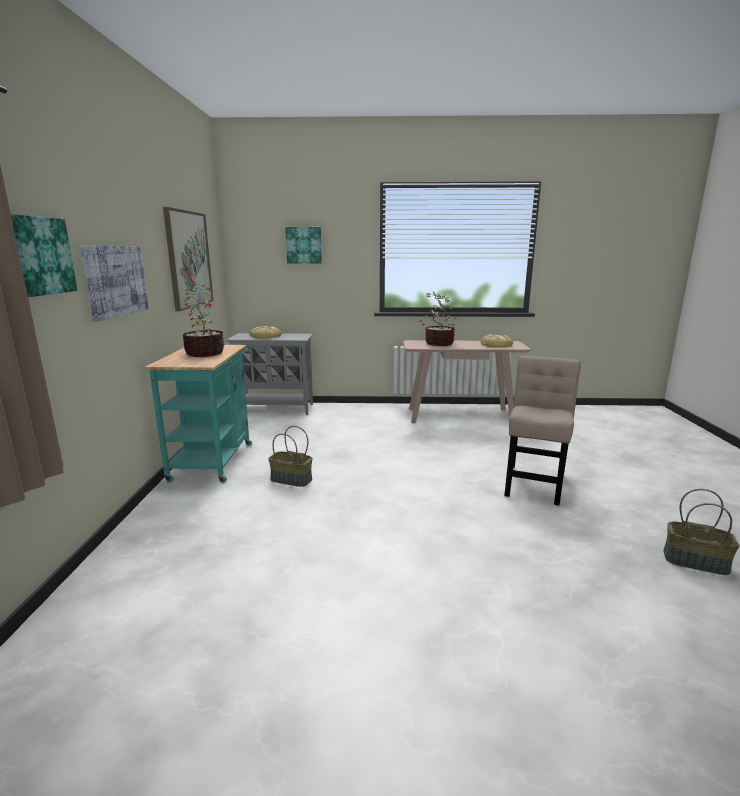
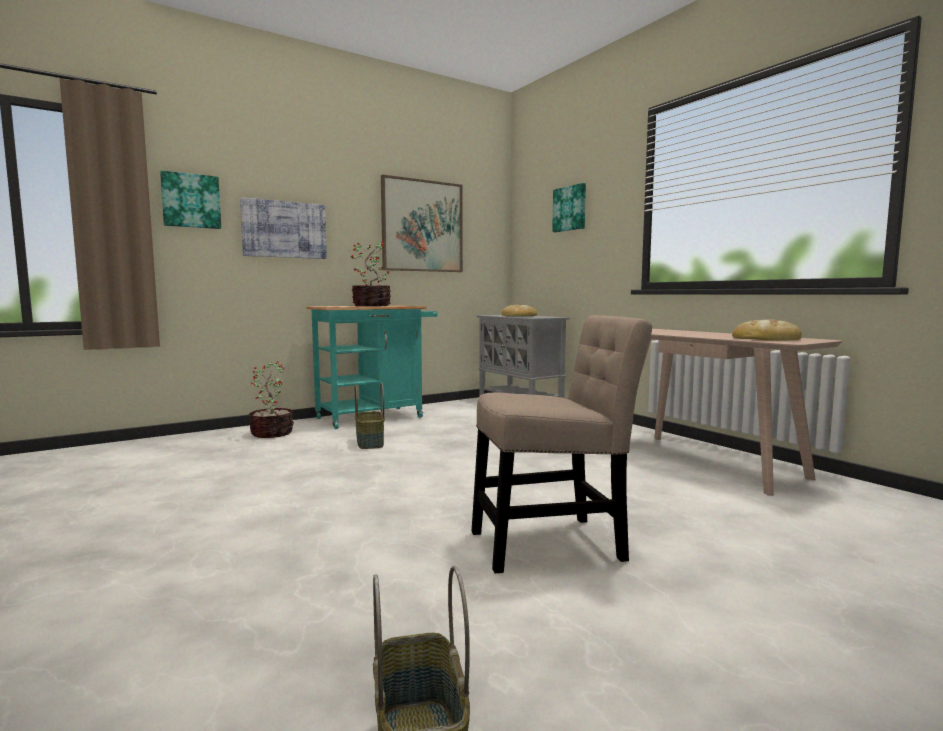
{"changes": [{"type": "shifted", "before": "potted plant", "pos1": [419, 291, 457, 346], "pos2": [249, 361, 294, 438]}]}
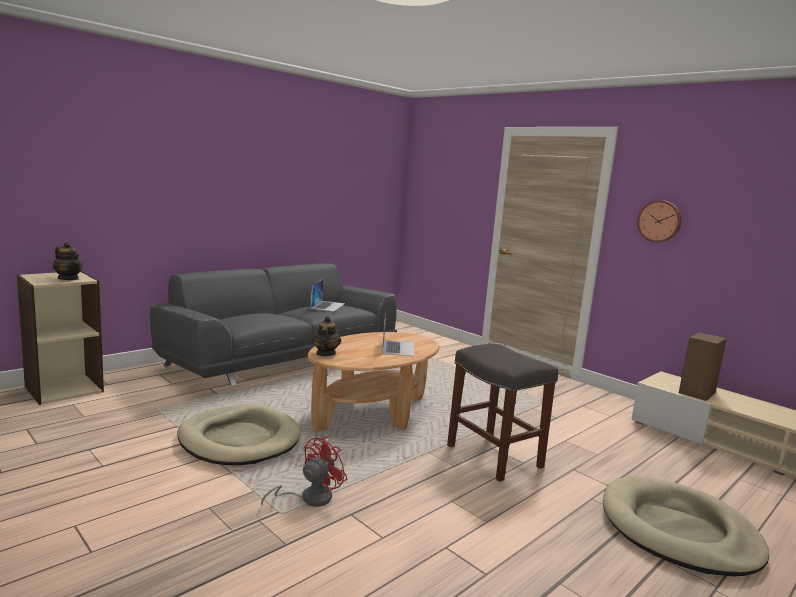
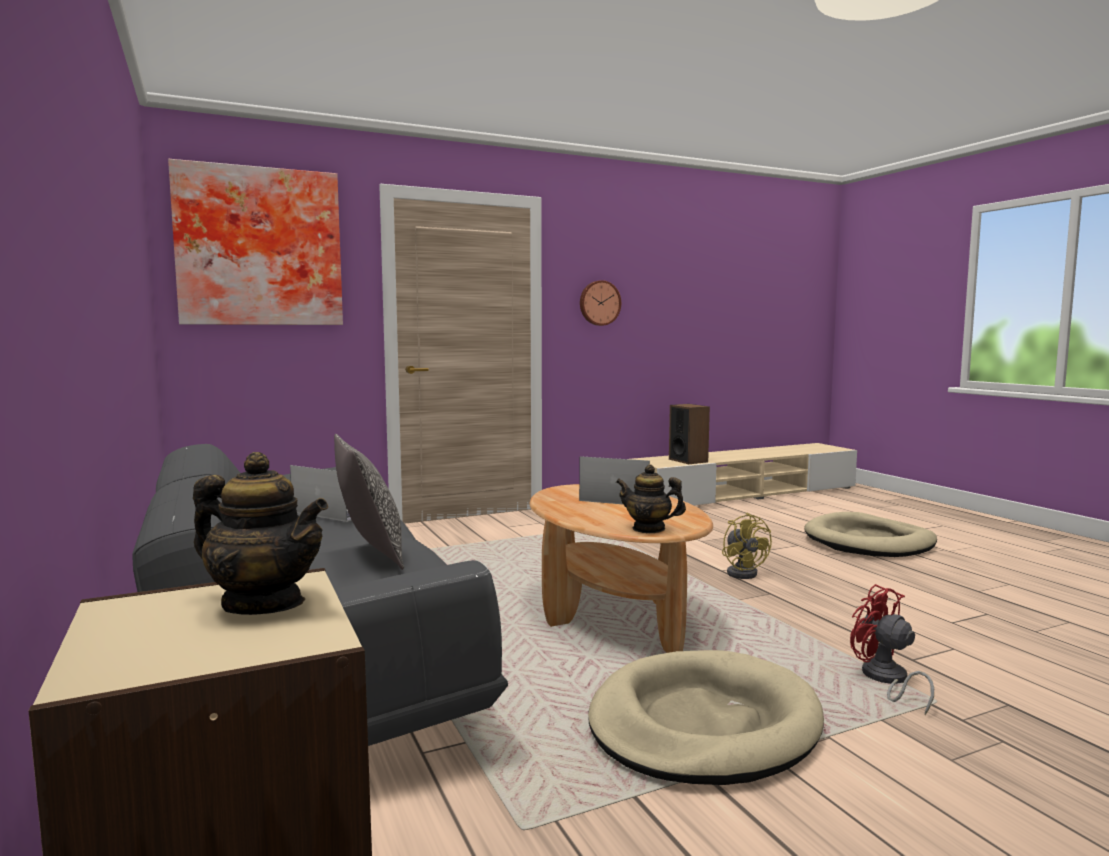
{"changes": [{"type": "rotated", "before": "teapot", "pos1": [53, 242, 83, 280], "pos2": [193, 452, 328, 615], "turn": 60}, {"type": "swapped", "before": "grey stool", "after": "yellow fan", "pos1": [447, 344, 558, 482], "pos2": [722, 513, 772, 579]}, {"type": "new", "after": "picture", "pos2": [168, 159, 343, 325]}, {"type": "new", "after": "pillow", "pos2": [334, 434, 404, 570]}]}
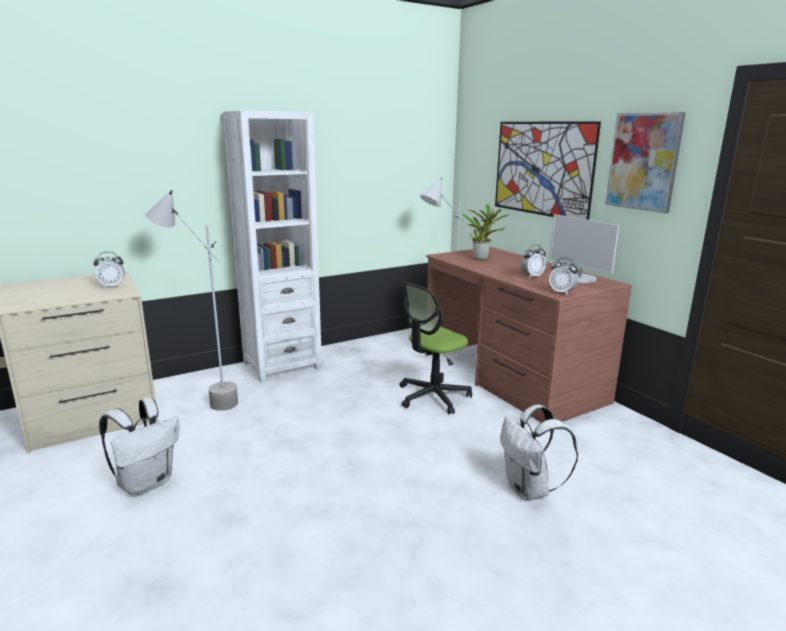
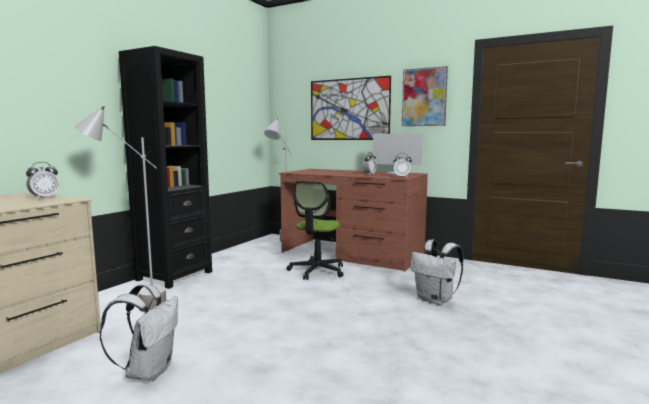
{"changes": [{"type": "repainted", "before": "white bookcase", "after": "black bookcase", "pos1": [223, 110, 322, 382], "pos2": [119, 46, 212, 289]}, {"type": "gone", "before": "potted plant", "pos1": [462, 204, 510, 260]}]}
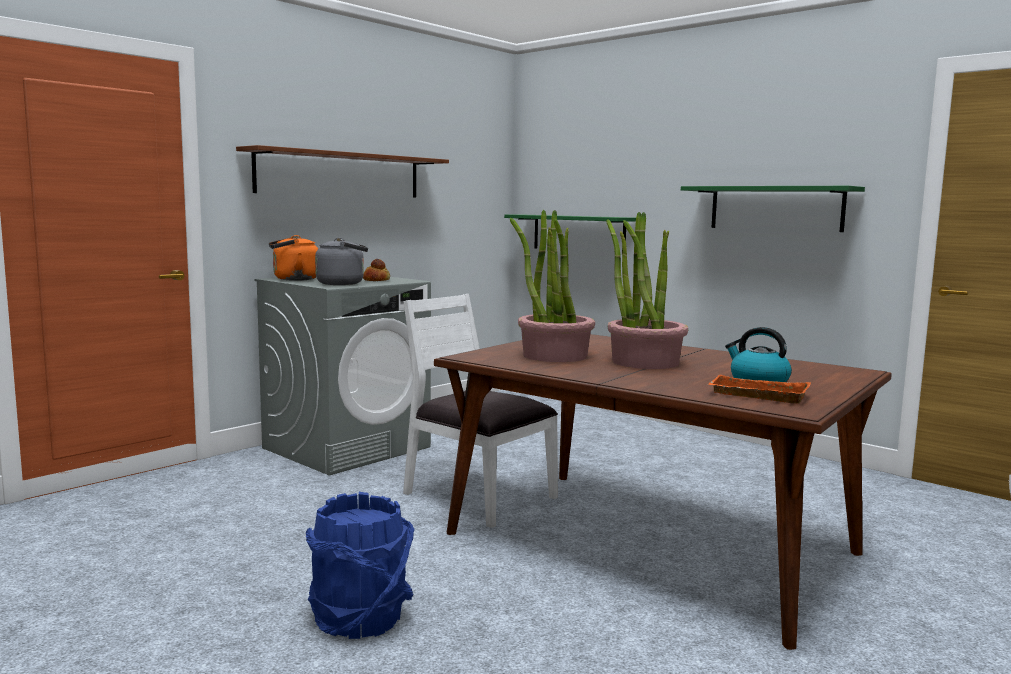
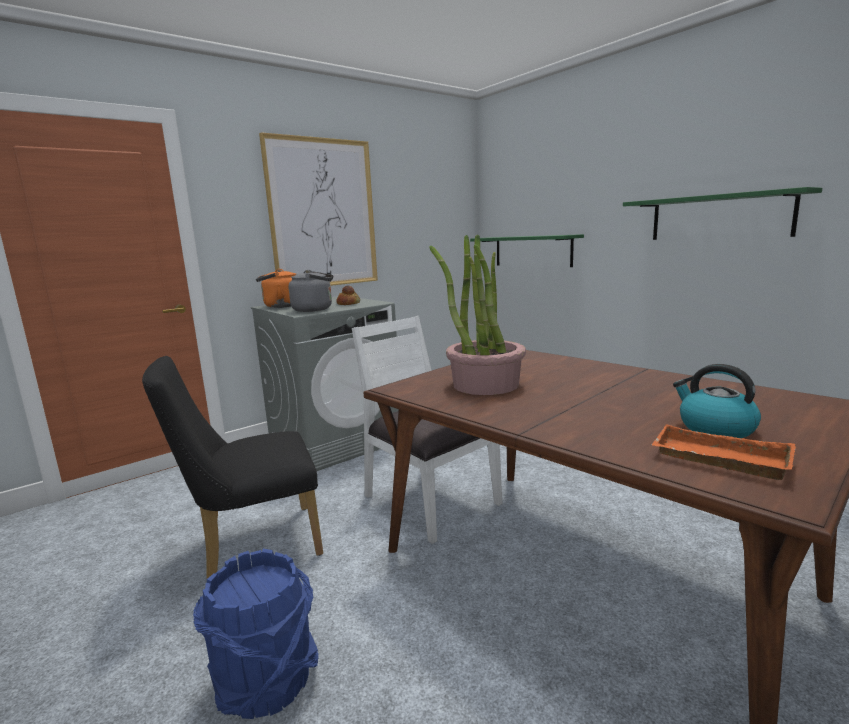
{"changes": [{"type": "swapped", "before": "brown shelf", "after": "picture", "pos1": [236, 145, 449, 198], "pos2": [259, 132, 378, 286]}, {"type": "gone", "before": "potted plant", "pos1": [606, 212, 688, 369]}, {"type": "new", "after": "black chair", "pos2": [142, 356, 323, 579]}]}
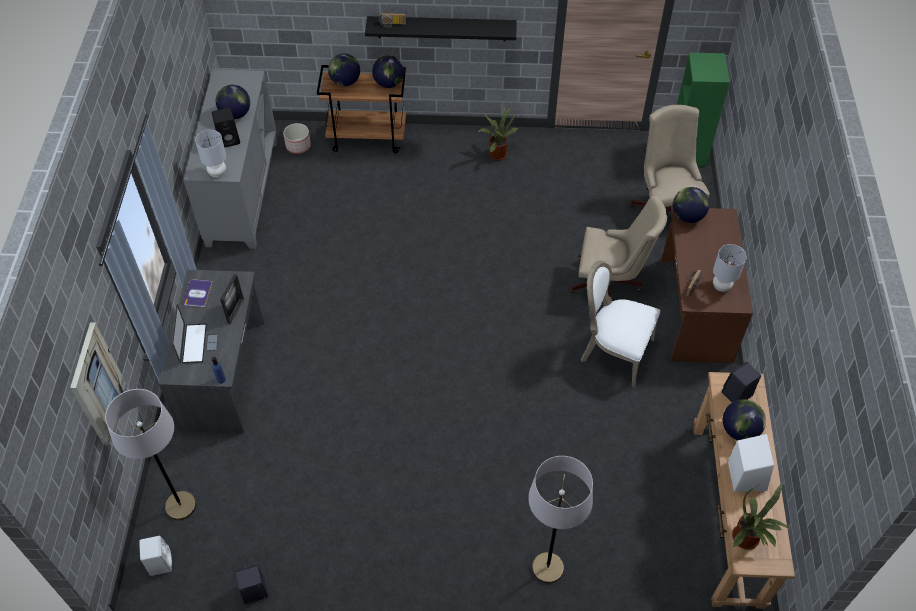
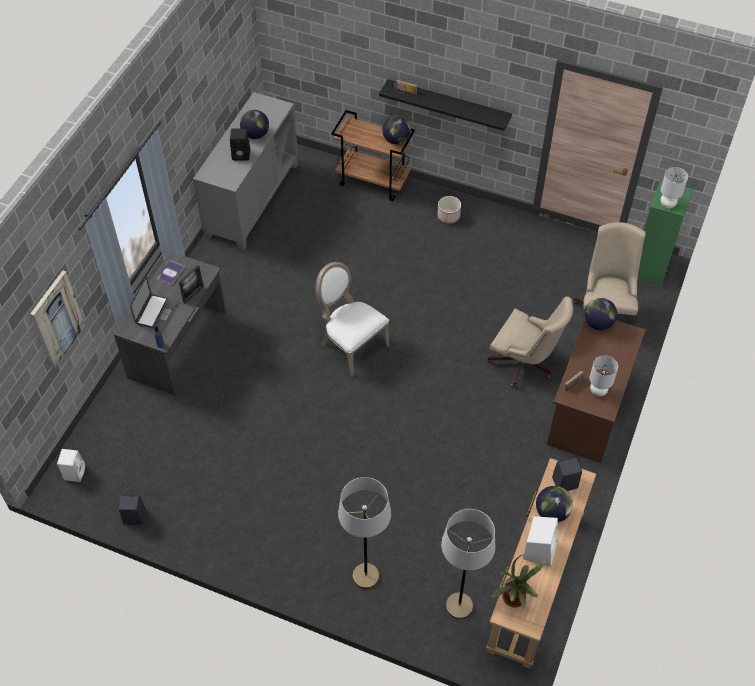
{"changes": [{"type": "shifted", "before": "grey floor lamp", "pos1": [105, 389, 196, 520], "pos2": [441, 509, 496, 619]}, {"type": "shifted", "before": "grey table lamp", "pos1": [195, 130, 226, 177], "pos2": [660, 167, 688, 208]}, {"type": "shifted", "before": "planter", "pos1": [283, 123, 311, 154], "pos2": [437, 196, 461, 224]}, {"type": "gone", "before": "globe", "pos1": [328, 54, 360, 86]}, {"type": "gone", "before": "potted plant", "pos1": [478, 106, 518, 161]}, {"type": "shifted", "before": "white chair", "pos1": [581, 261, 660, 387], "pos2": [316, 262, 390, 377]}]}
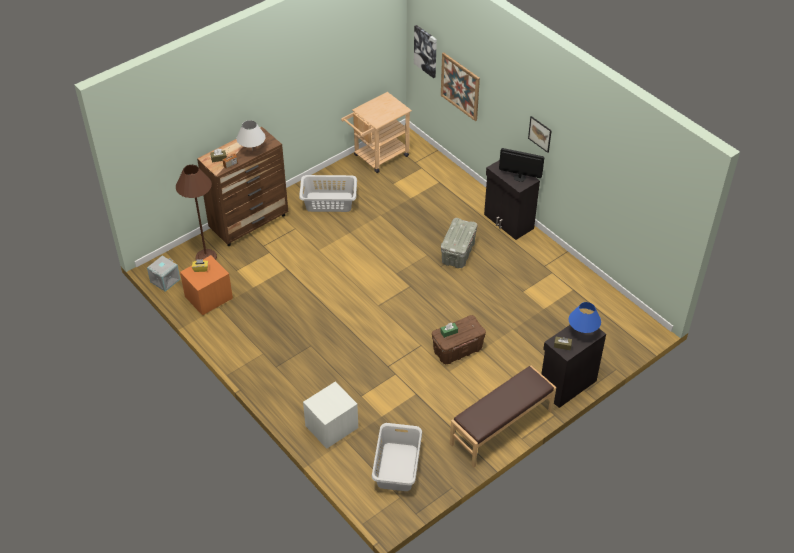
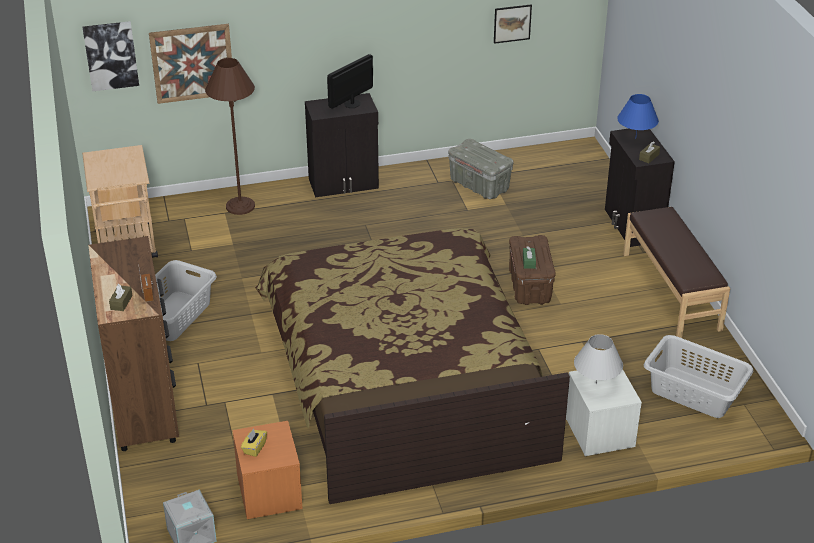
{"changes": [{"type": "shifted", "before": "brown floor lamp", "pos1": [176, 165, 217, 260], "pos2": [205, 58, 255, 215]}, {"type": "shifted", "before": "white table lamp", "pos1": [236, 120, 266, 150], "pos2": [574, 334, 623, 384]}, {"type": "shifted", "before": "grey storage box", "pos1": [441, 218, 477, 268], "pos2": [448, 139, 514, 199]}, {"type": "shifted", "before": "picture", "pos1": [528, 116, 552, 153], "pos2": [494, 5, 532, 44]}, {"type": "new", "after": "bed", "pos2": [255, 228, 570, 504]}]}
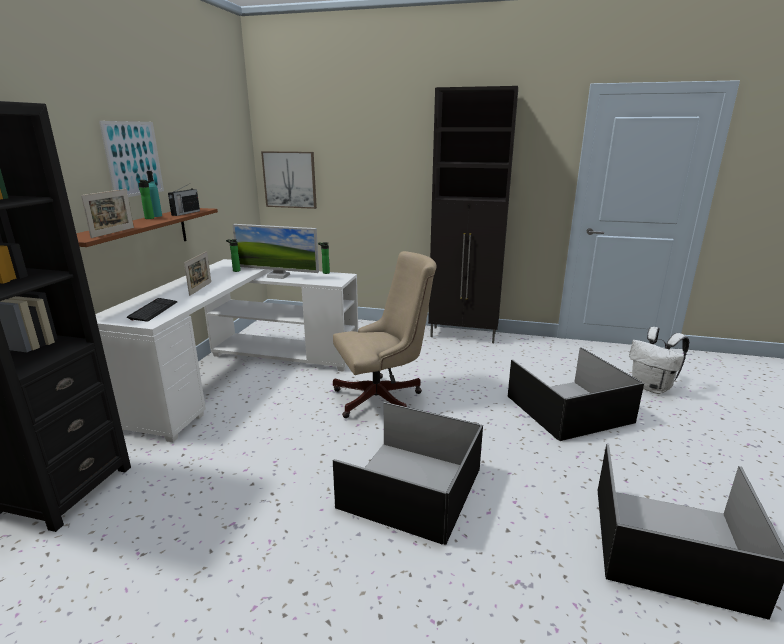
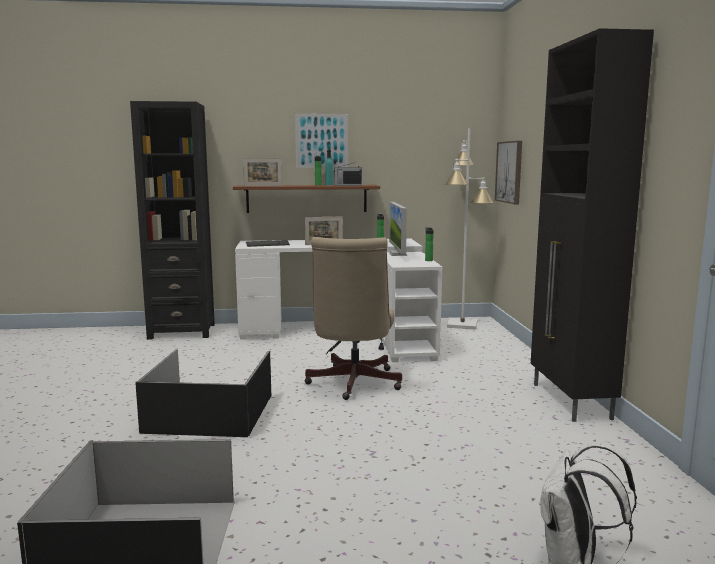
{"changes": [{"type": "rotated", "before": "beige office chair", "pos1": [333, 251, 437, 418], "pos2": [305, 237, 402, 400], "turn": 45}, {"type": "gone", "before": "black storage box", "pos1": [508, 347, 644, 441]}, {"type": "new", "after": "white floor lamp", "pos2": [445, 129, 494, 330]}]}
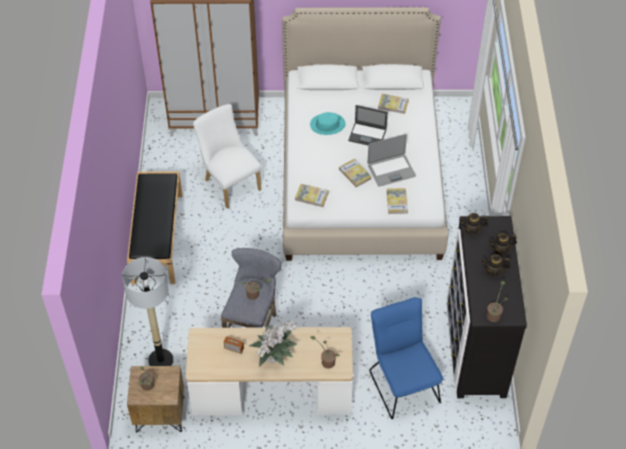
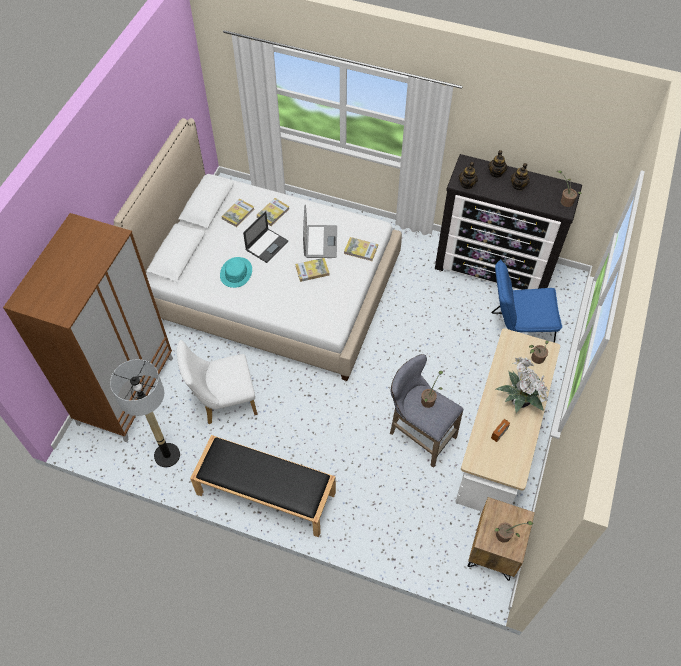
{"changes": [{"type": "shifted", "before": "floor lamp", "pos1": [122, 257, 173, 366], "pos2": [110, 359, 180, 467]}, {"type": "shifted", "before": "book", "pos1": [295, 184, 329, 207], "pos2": [257, 198, 289, 226]}]}
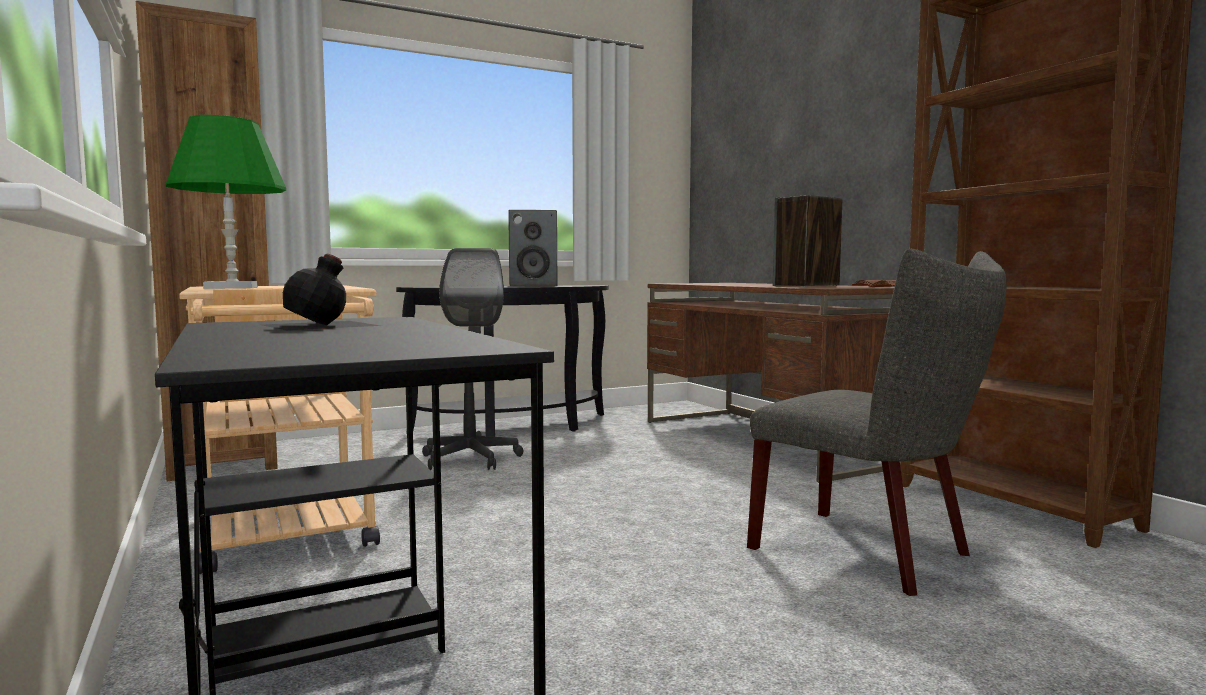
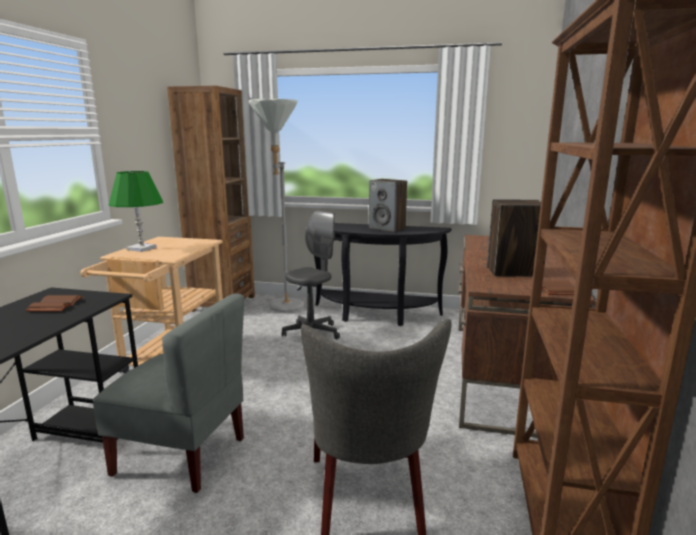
{"changes": [{"type": "swapped", "before": "black bottle", "after": "brown book", "pos1": [263, 254, 382, 330], "pos2": [26, 295, 83, 312]}, {"type": "new", "after": "grey chair", "pos2": [93, 293, 244, 493]}, {"type": "new", "after": "grey floor lamp", "pos2": [249, 99, 304, 312]}]}
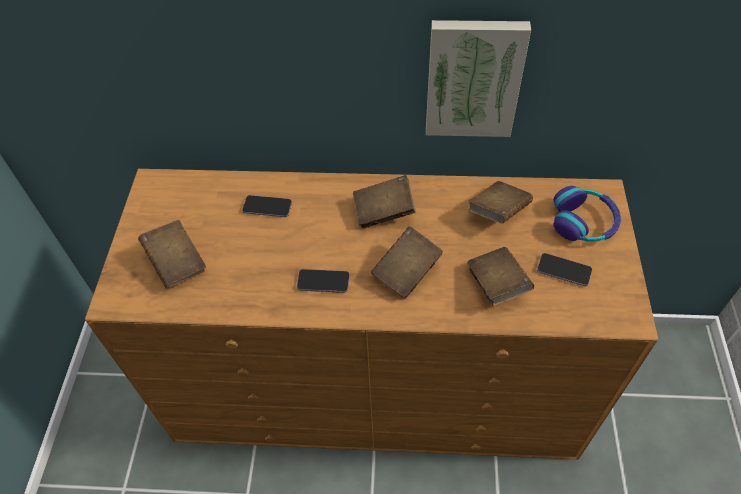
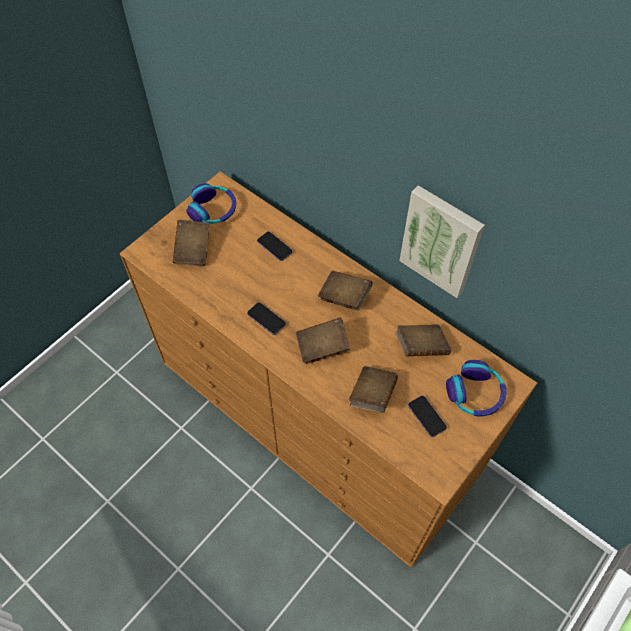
{"changes": [{"type": "new", "after": "headphones", "pos2": [186, 183, 236, 224]}]}
